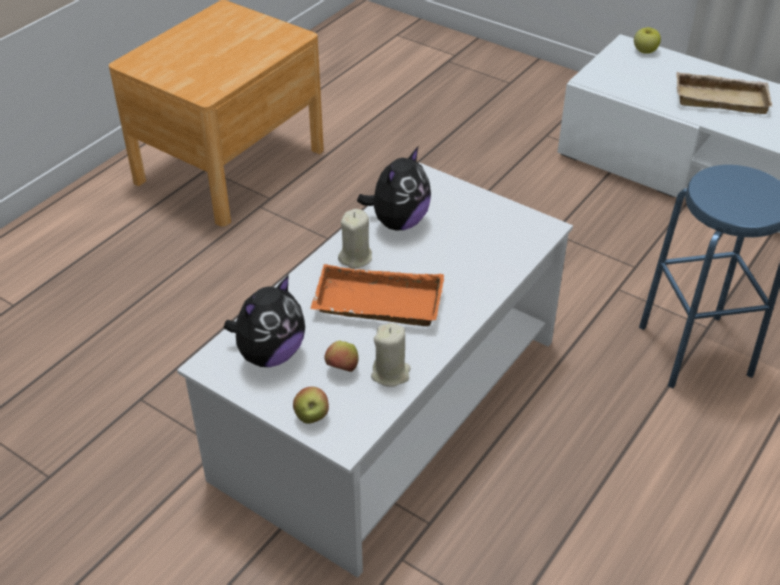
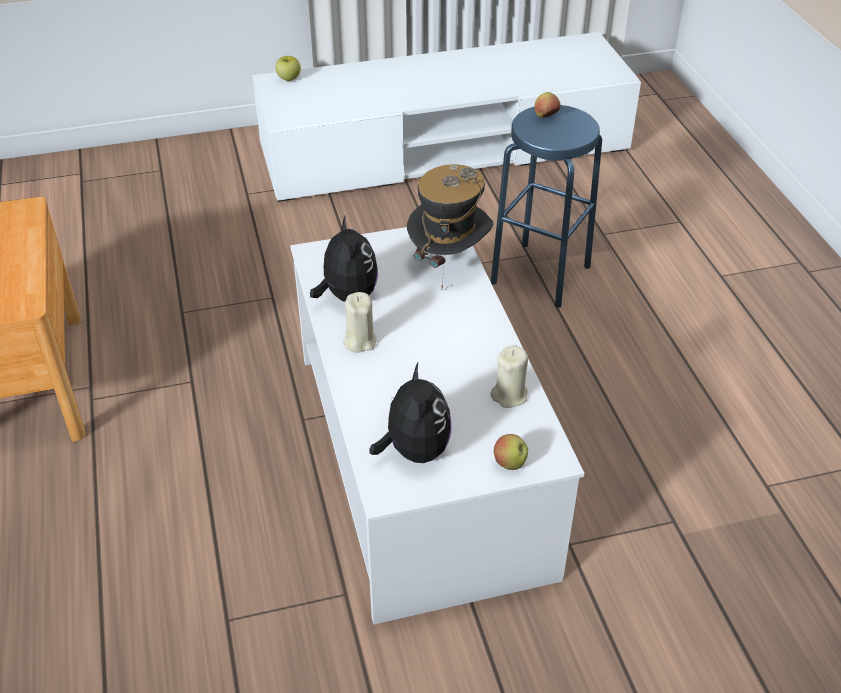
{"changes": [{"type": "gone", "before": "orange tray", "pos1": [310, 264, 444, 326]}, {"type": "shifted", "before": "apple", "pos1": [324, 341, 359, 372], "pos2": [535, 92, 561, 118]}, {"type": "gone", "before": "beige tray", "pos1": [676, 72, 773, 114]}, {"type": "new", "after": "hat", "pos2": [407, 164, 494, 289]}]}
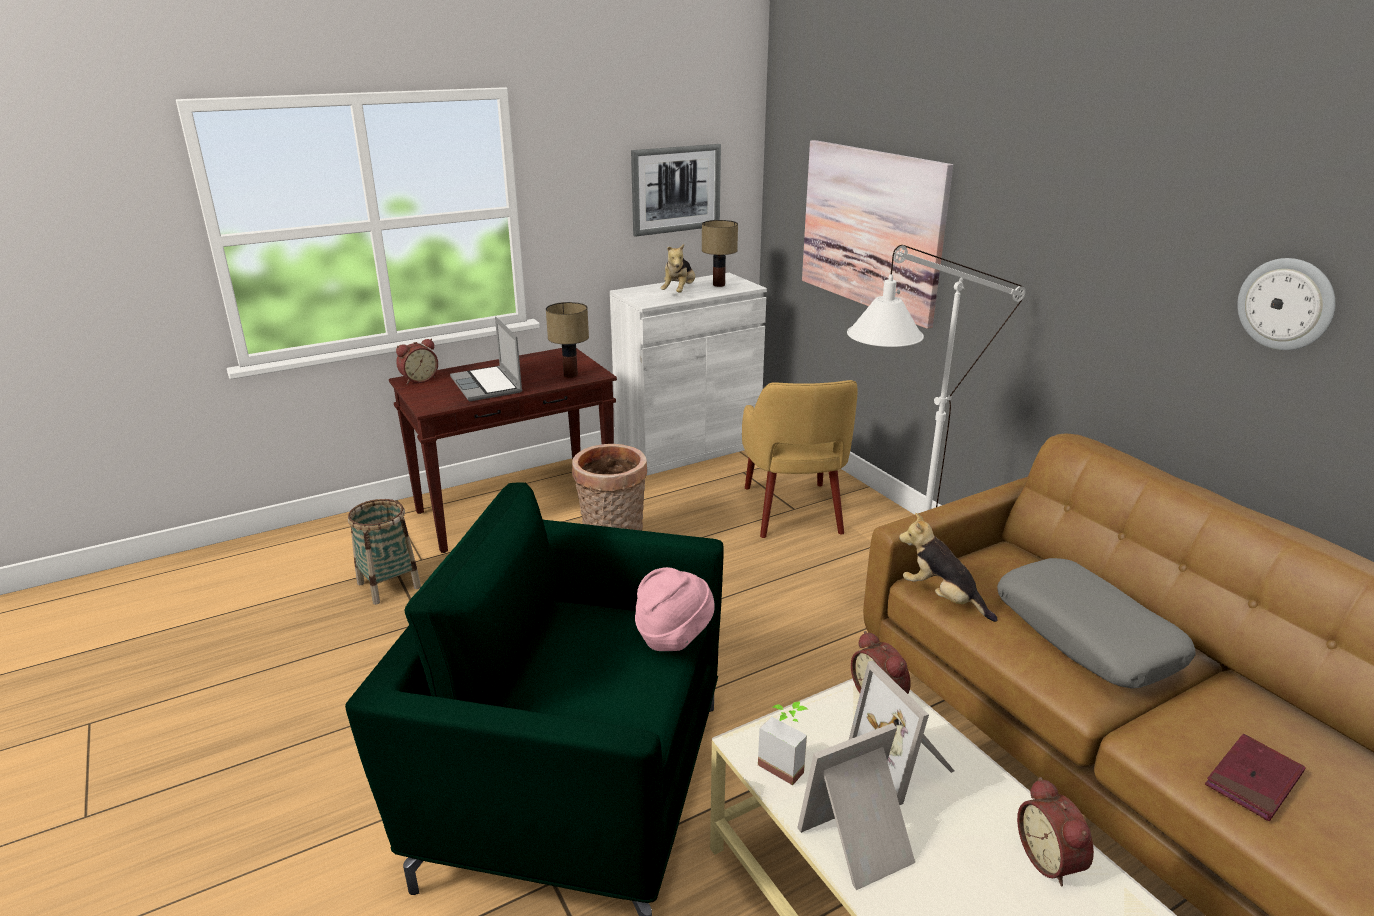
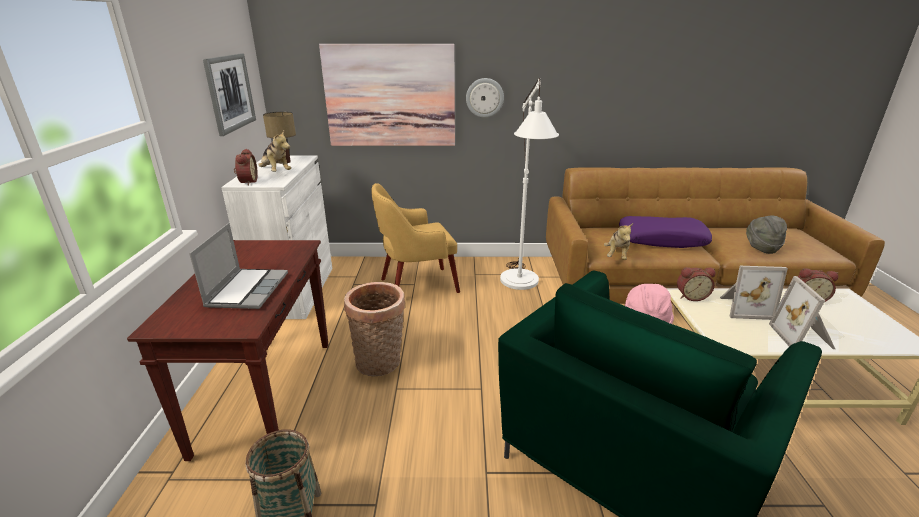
{"changes": [{"type": "shifted", "before": "alarm clock", "pos1": [396, 339, 438, 384], "pos2": [234, 149, 258, 185]}, {"type": "rotated", "before": "laptop", "pos1": [450, 317, 522, 402], "pos2": [189, 223, 288, 309], "turn": -90}, {"type": "gone", "before": "table lamp", "pos1": [546, 302, 589, 378]}, {"type": "rotated", "before": "yellow armchair", "pos1": [742, 380, 858, 538], "pos2": [371, 183, 460, 293], "turn": 135}, {"type": "gone", "before": "potted plant", "pos1": [758, 701, 808, 785]}, {"type": "rotated", "before": "plush toy", "pos1": [899, 513, 998, 622], "pos2": [604, 223, 633, 260], "turn": -60}, {"type": "repainted", "before": "grey pillow", "after": "purple pillow", "pos1": [997, 558, 1196, 689], "pos2": [619, 216, 712, 248]}, {"type": "swapped", "before": "red book", "after": "grey hat", "pos1": [1205, 734, 1306, 821], "pos2": [746, 216, 787, 254]}, {"type": "shifted", "before": "wall clock", "pos1": [1237, 258, 1336, 350], "pos2": [466, 78, 504, 118]}]}
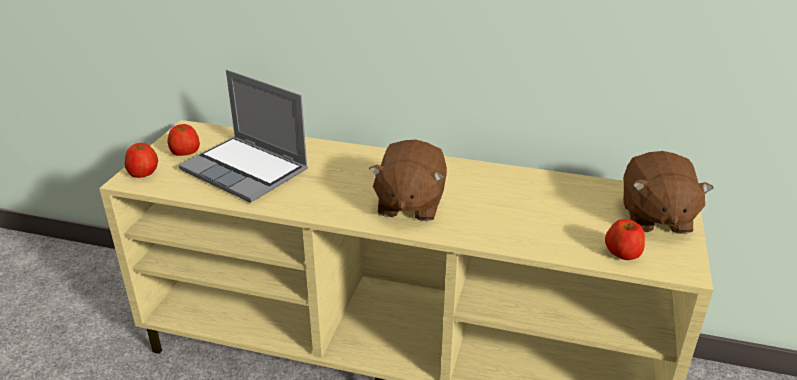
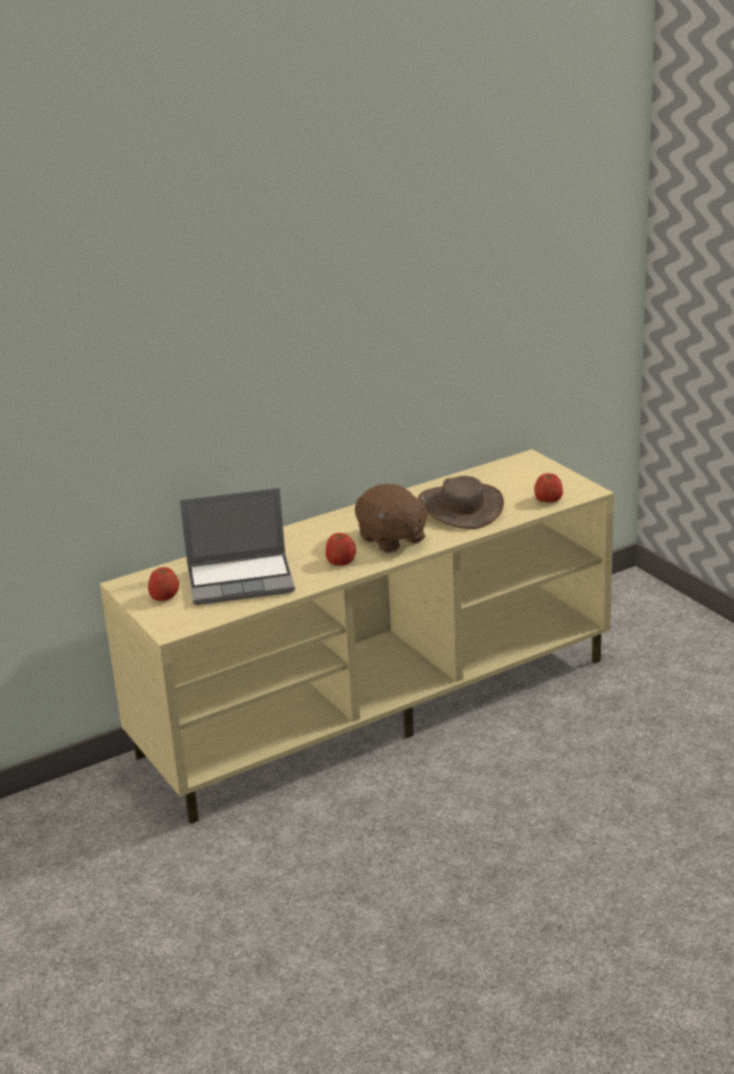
{"changes": [{"type": "shifted", "before": "apple", "pos1": [125, 143, 158, 178], "pos2": [326, 533, 356, 566]}, {"type": "gone", "before": "brown plush toy", "pos1": [624, 151, 714, 234]}, {"type": "new", "after": "brown hat", "pos2": [418, 476, 504, 529]}]}
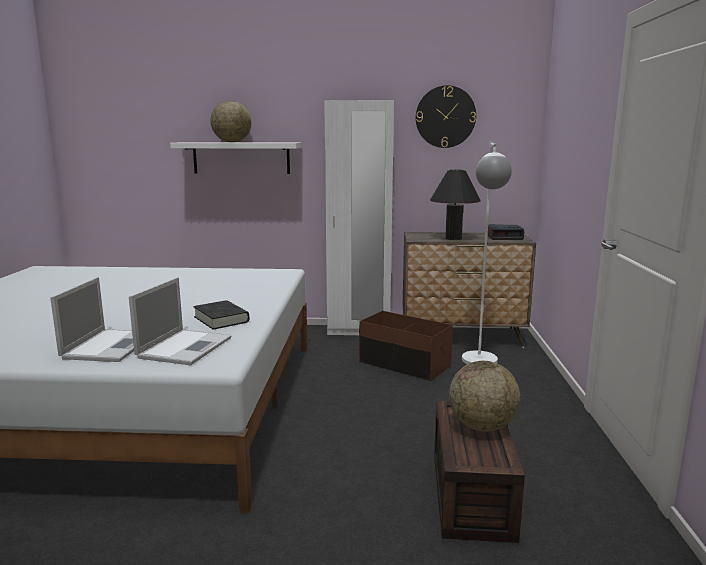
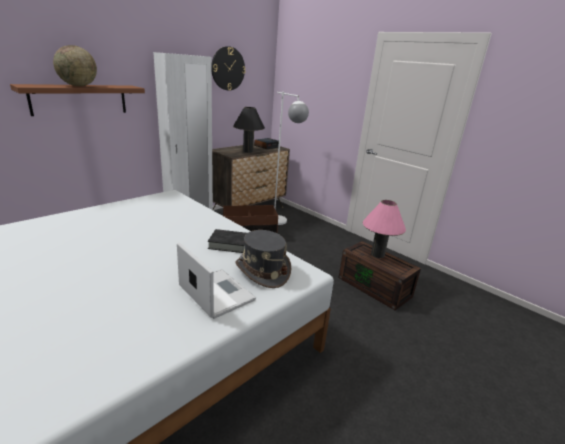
{"changes": [{"type": "swapped", "before": "laptop", "after": "grey hat", "pos1": [129, 277, 231, 365], "pos2": [236, 230, 291, 288]}, {"type": "repainted", "before": "white shelf", "after": "brown shelf", "pos1": [170, 142, 301, 174], "pos2": [10, 84, 145, 116]}, {"type": "swapped", "before": "globe", "after": "pink table lamp", "pos1": [449, 361, 520, 432], "pos2": [363, 200, 406, 258]}]}
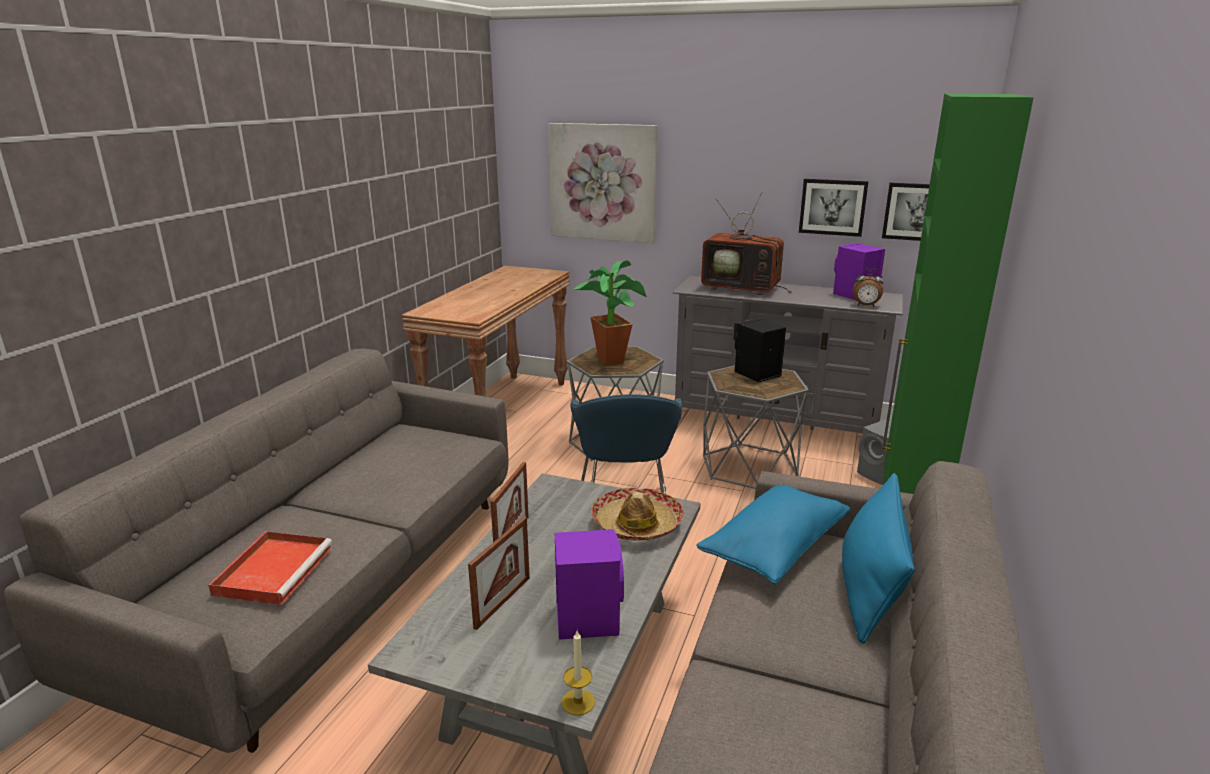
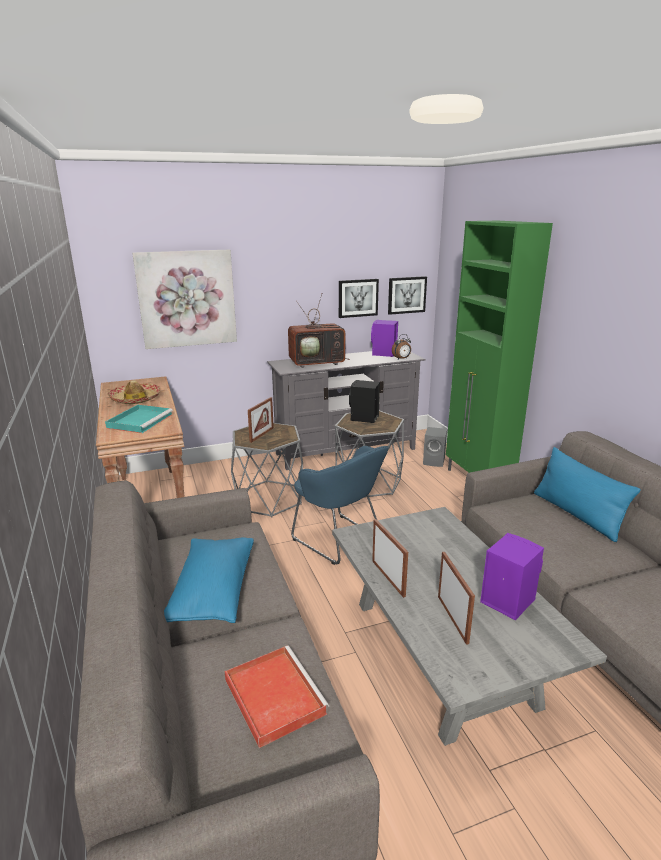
{"changes": [{"type": "gone", "before": "candle", "pos1": [562, 631, 595, 715]}, {"type": "swapped", "before": "potted plant", "after": "picture frame", "pos1": [572, 260, 647, 365], "pos2": [248, 397, 274, 443]}, {"type": "shifted", "before": "hat", "pos1": [591, 488, 684, 541], "pos2": [107, 380, 161, 404]}, {"type": "shifted", "before": "blue pillow", "pos1": [696, 485, 850, 585], "pos2": [164, 537, 254, 623]}, {"type": "new", "after": "turquoise tray", "pos2": [105, 405, 173, 433]}]}
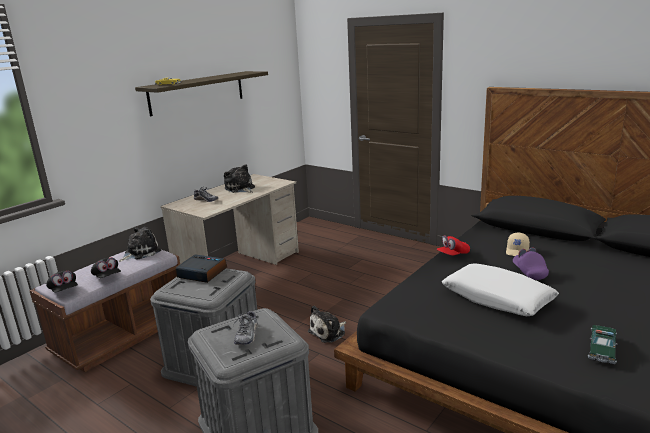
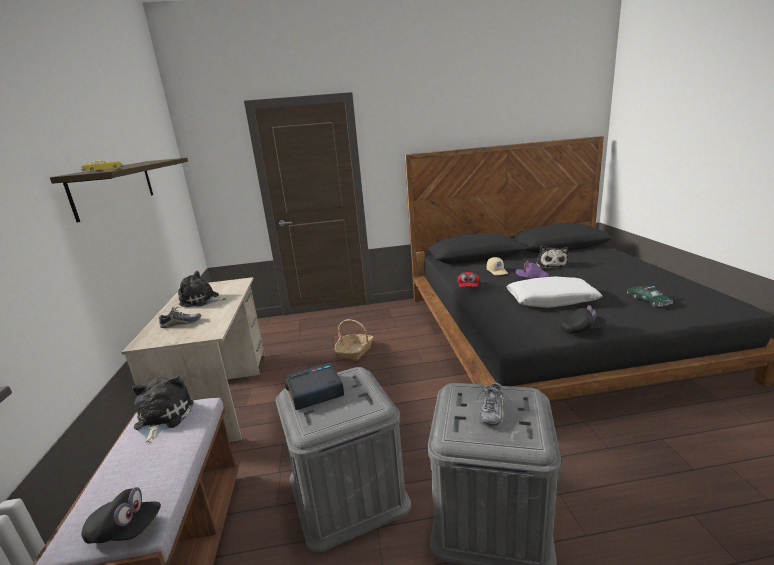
{"changes": [{"type": "shifted", "before": "black cap", "pos1": [91, 257, 121, 278], "pos2": [560, 305, 606, 334]}, {"type": "rotated", "before": "shoe", "pos1": [233, 311, 258, 345], "pos2": [477, 381, 508, 426], "turn": 60}, {"type": "shifted", "before": "plush toy", "pos1": [308, 306, 346, 343], "pos2": [536, 246, 568, 269]}, {"type": "new", "after": "basket", "pos2": [334, 319, 373, 361]}]}
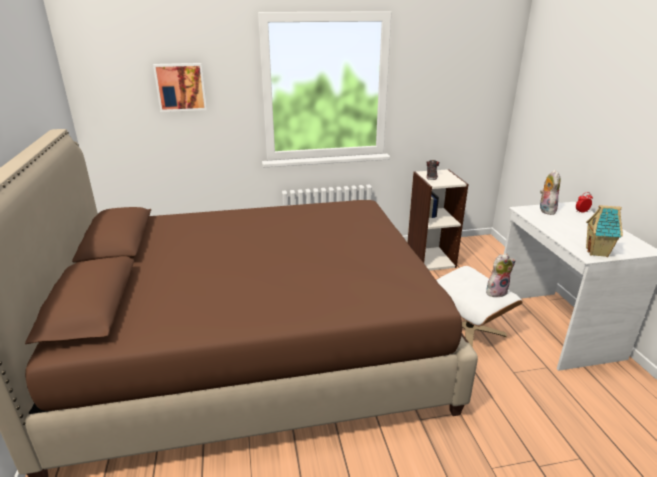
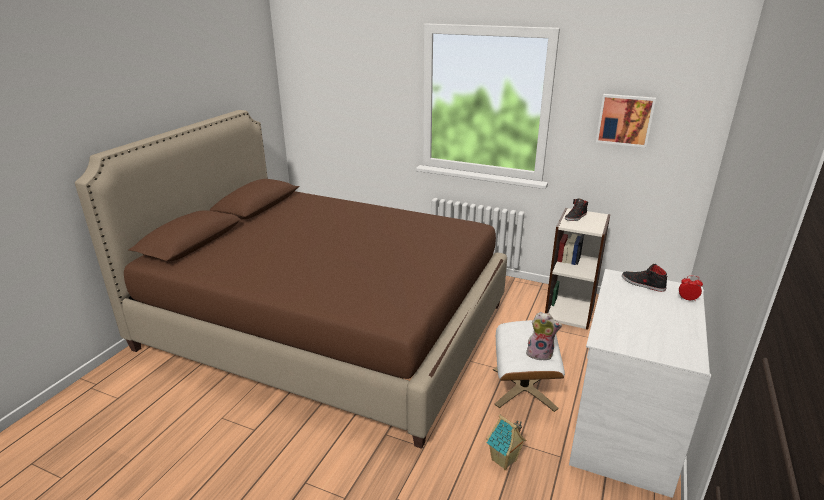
{"changes": [{"type": "shifted", "before": "picture", "pos1": [153, 63, 207, 112], "pos2": [596, 94, 656, 148]}, {"type": "swapped", "before": "plush toy", "after": "black shoe", "pos1": [540, 170, 560, 215], "pos2": [622, 264, 668, 292]}, {"type": "shifted", "before": "toy house", "pos1": [586, 205, 623, 257], "pos2": [486, 415, 526, 470]}]}
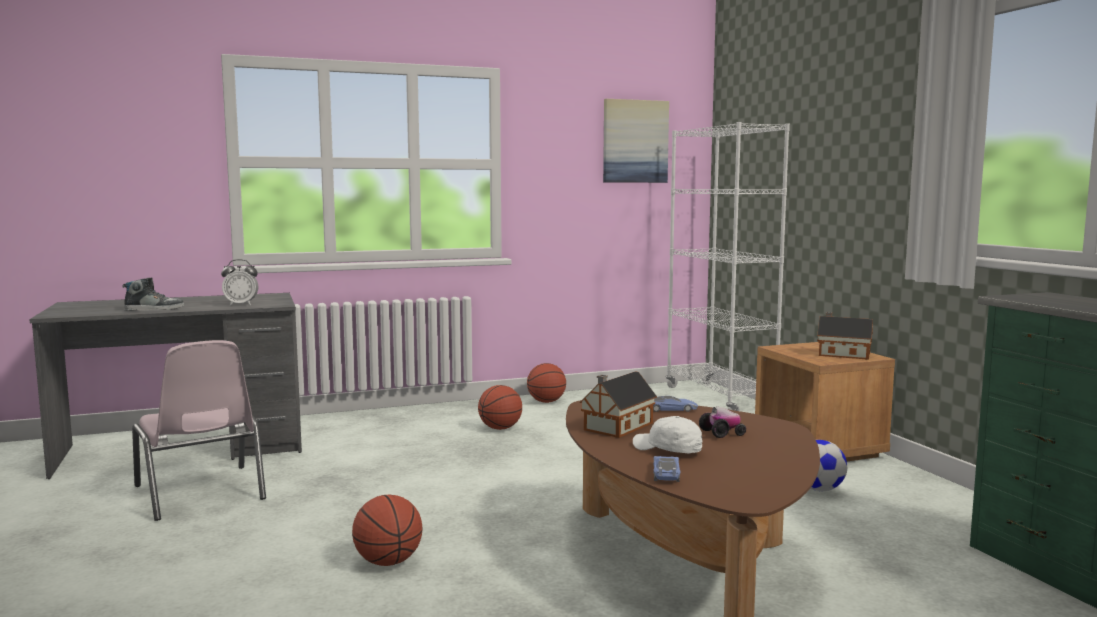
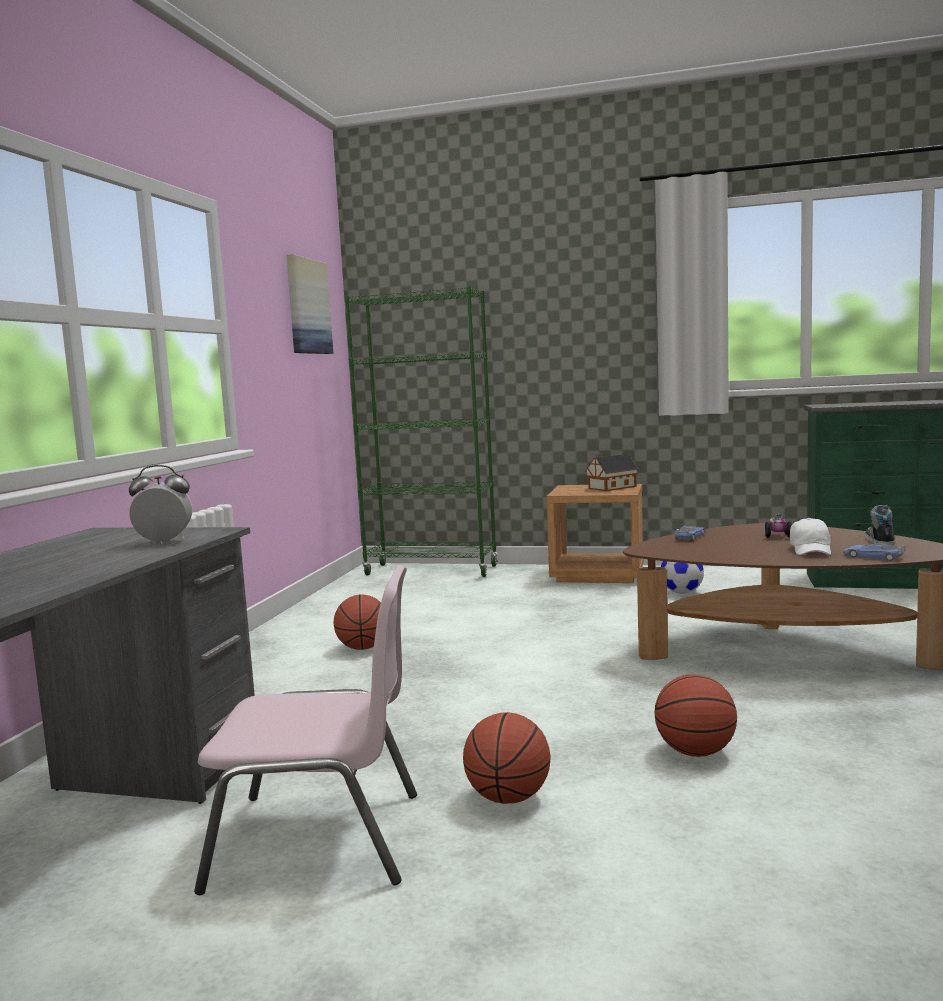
{"changes": [{"type": "shifted", "before": "shoe", "pos1": [122, 278, 184, 311], "pos2": [865, 505, 895, 546]}, {"type": "rotated", "before": "alarm clock", "pos1": [221, 259, 259, 306], "pos2": [129, 465, 192, 544], "turn": -120}, {"type": "shifted", "before": "basketball", "pos1": [527, 363, 566, 403], "pos2": [463, 712, 551, 804]}, {"type": "gone", "before": "toy house", "pos1": [579, 372, 657, 438]}, {"type": "rotated", "before": "white cap", "pos1": [633, 416, 702, 453], "pos2": [790, 518, 831, 555], "turn": -60}, {"type": "repainted", "before": "white bookcase", "after": "green bookcase", "pos1": [666, 122, 790, 411], "pos2": [345, 286, 498, 577]}]}
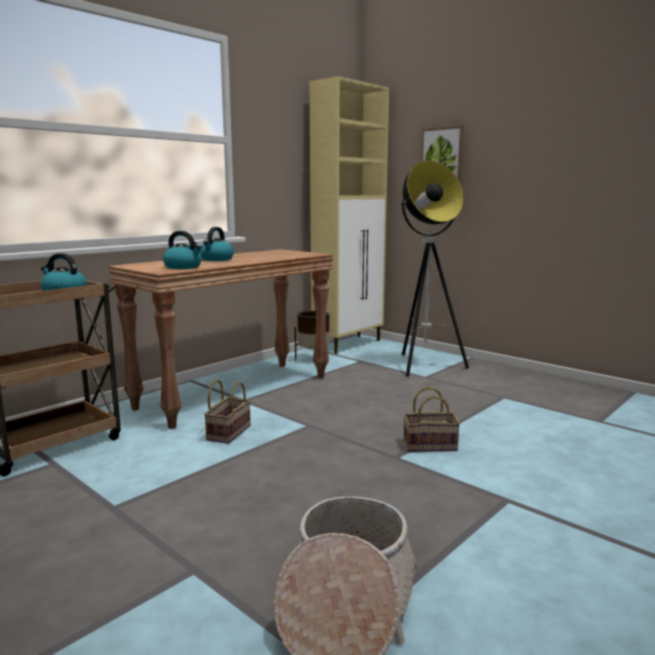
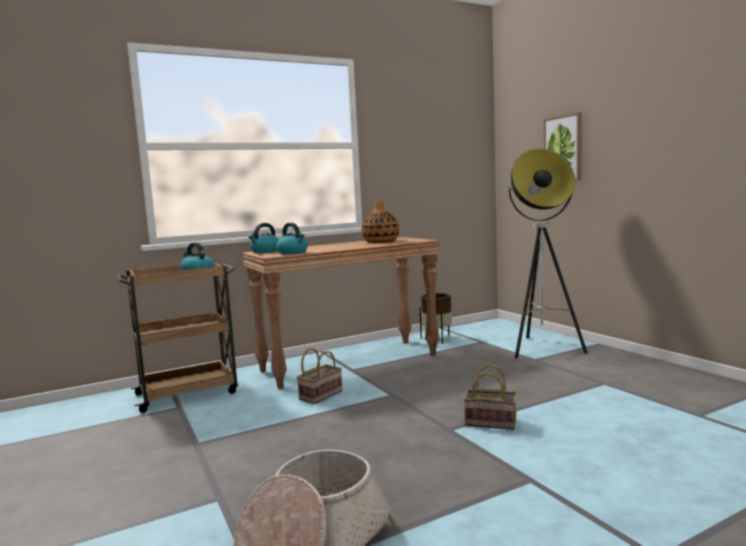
{"changes": [{"type": "shifted", "before": "kettle", "pos1": [200, 227, 234, 261], "pos2": [248, 223, 279, 253]}, {"type": "gone", "before": "beige cabinet", "pos1": [310, 76, 389, 354]}, {"type": "new", "after": "vase", "pos2": [362, 202, 399, 243]}]}
